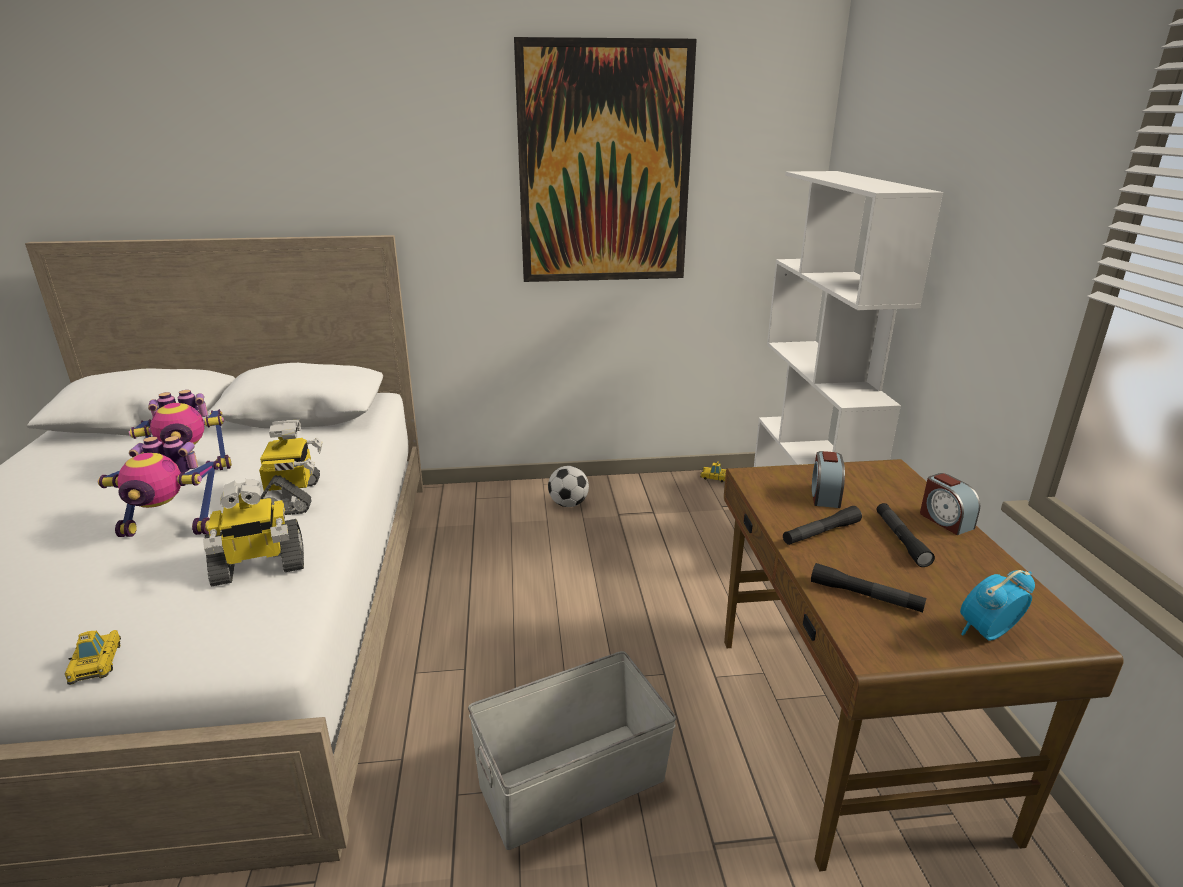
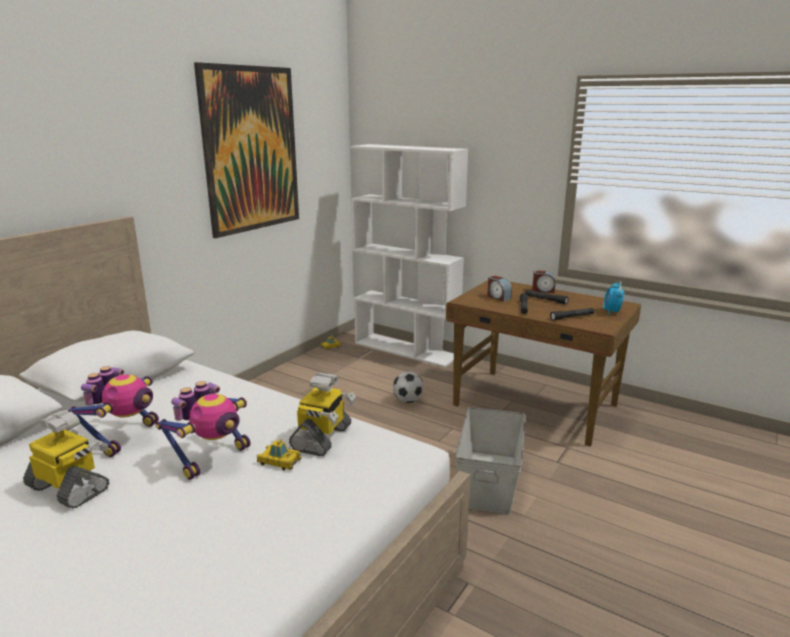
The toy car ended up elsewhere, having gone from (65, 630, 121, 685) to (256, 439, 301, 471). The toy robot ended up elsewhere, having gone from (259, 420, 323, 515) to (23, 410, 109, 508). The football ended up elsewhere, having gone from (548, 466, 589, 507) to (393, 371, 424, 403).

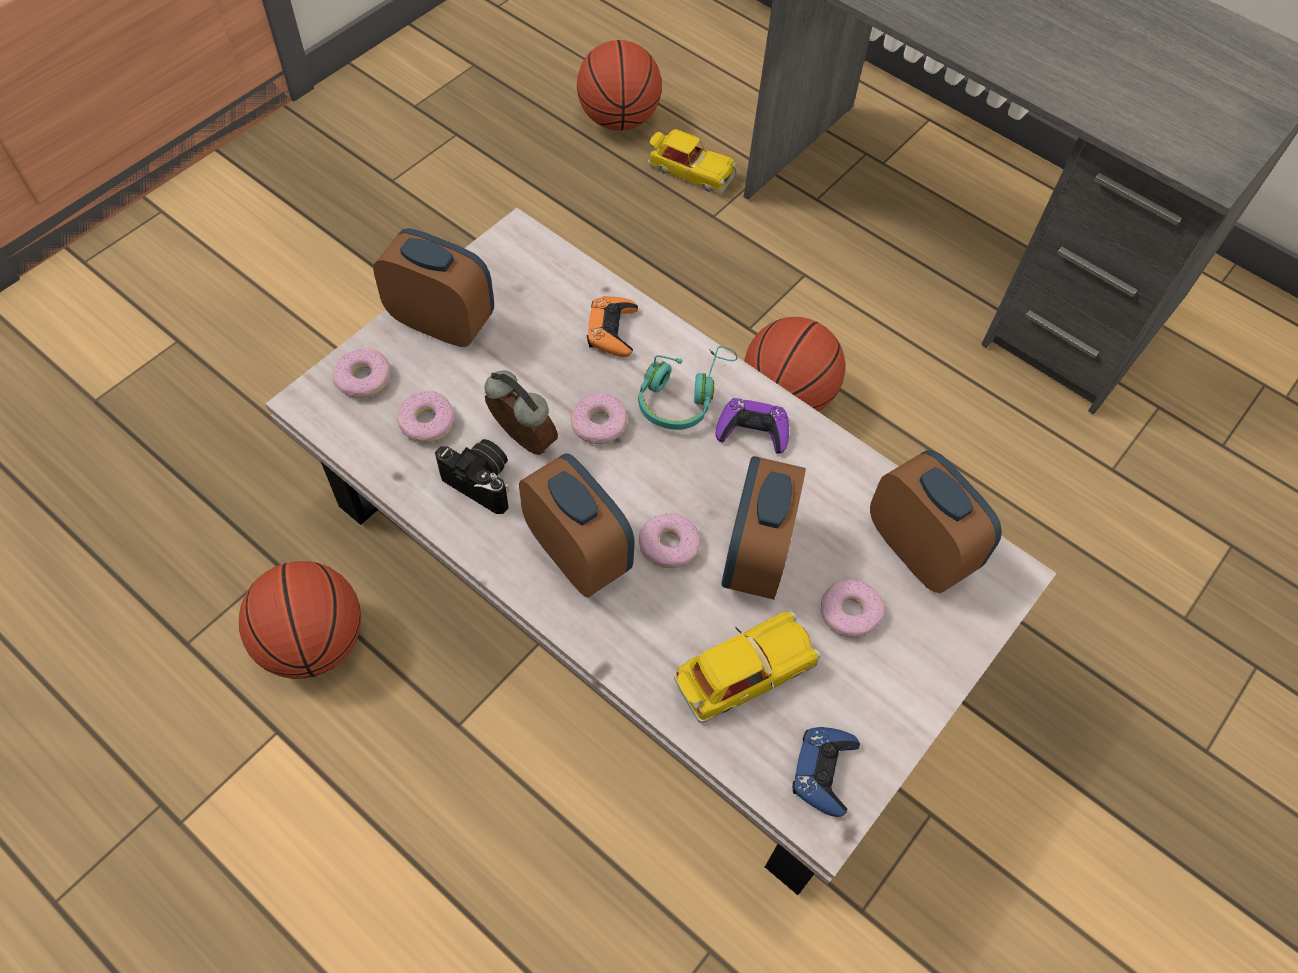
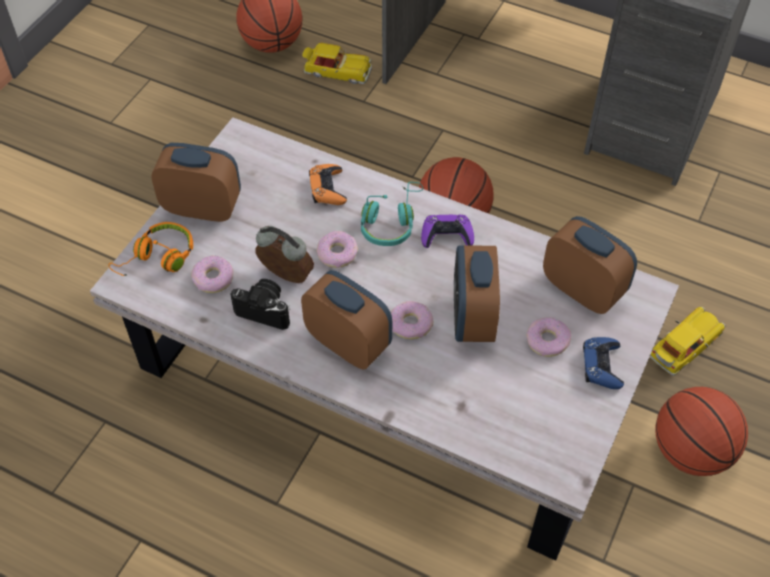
The basketball ended up elsewhere, having gone from (239, 561, 361, 679) to (656, 387, 748, 476). The toy car ended up elsewhere, having gone from (674, 611, 821, 723) to (650, 307, 726, 376). The blue game controller ended up elsewhere, having gone from (792, 727, 860, 817) to (583, 337, 624, 389). Where the donut stood at (333, 349, 391, 398), the orange headphones came to stand at (108, 222, 193, 276).

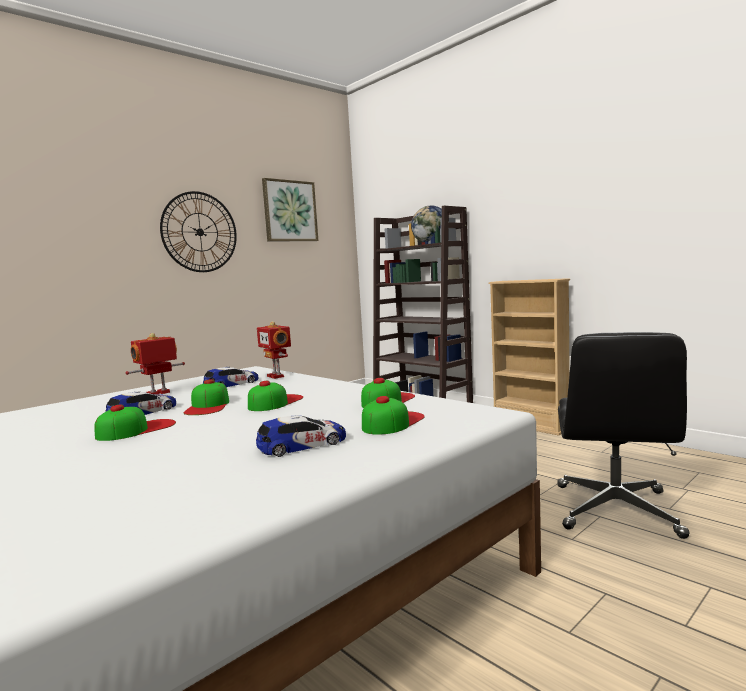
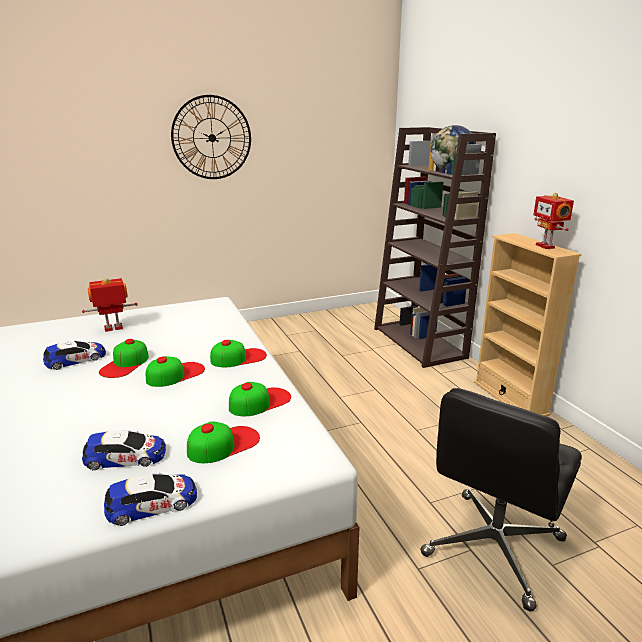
The second view lost the picture at (262, 178, 319, 241). The cap ended up elsewhere, having gone from (94, 405, 176, 441) to (210, 340, 267, 367). The toy car ended up elsewhere, having gone from (203, 366, 258, 387) to (104, 473, 197, 526). The toy robot ended up elsewhere, having gone from (257, 321, 291, 379) to (533, 193, 574, 249).

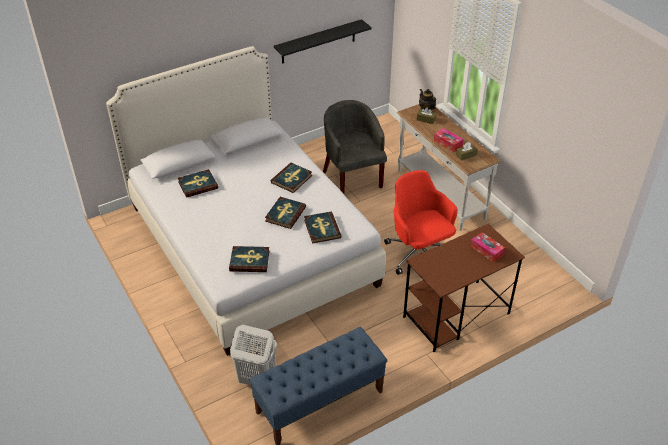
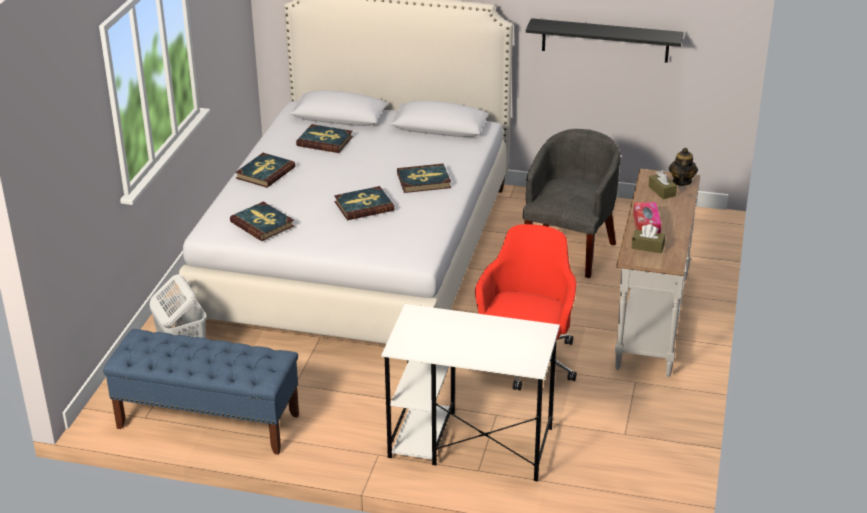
The second view lost the tissue box at (470, 232, 505, 262). The book ended up elsewhere, having gone from (304, 212, 342, 244) to (235, 153, 295, 188). What was the brown desk at (403, 224, 525, 352) turned into the white desk at (382, 304, 560, 482).

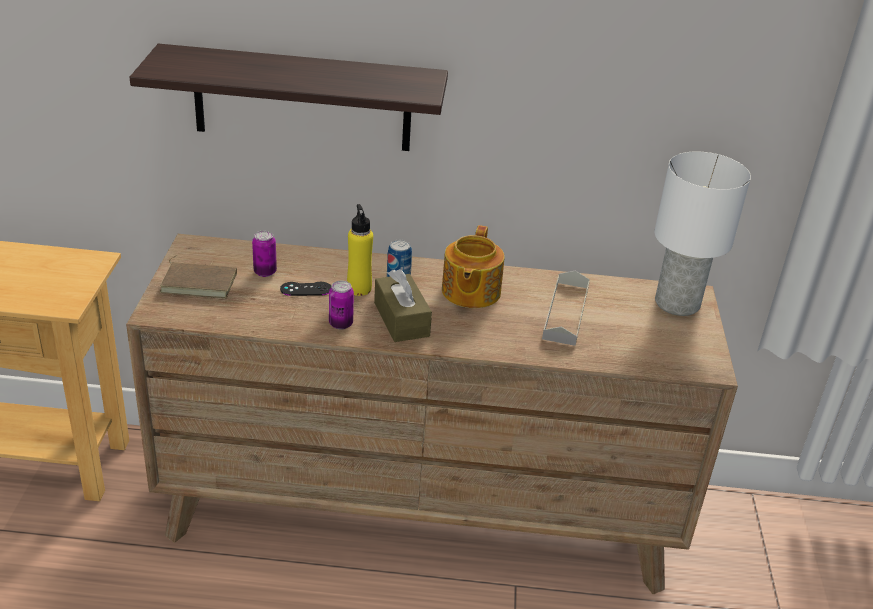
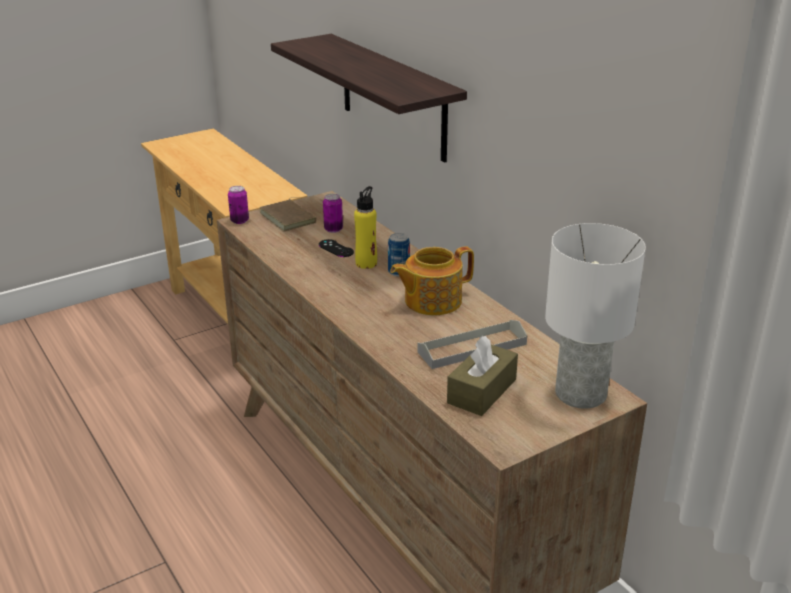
The can ended up elsewhere, having gone from (329, 281, 354, 330) to (228, 186, 249, 224). The brown tissue box ended up elsewhere, having gone from (374, 269, 432, 342) to (447, 336, 518, 416).

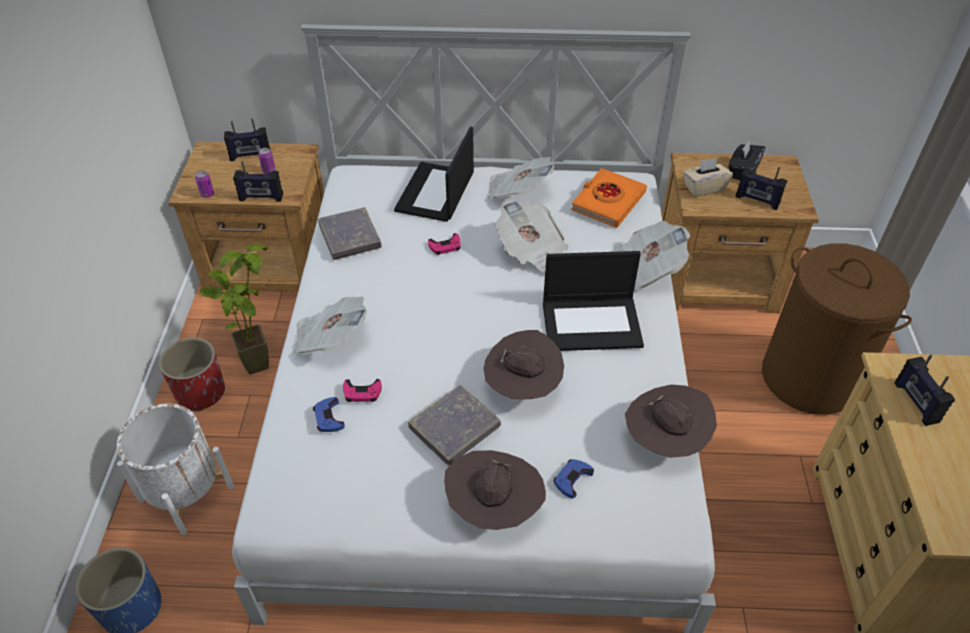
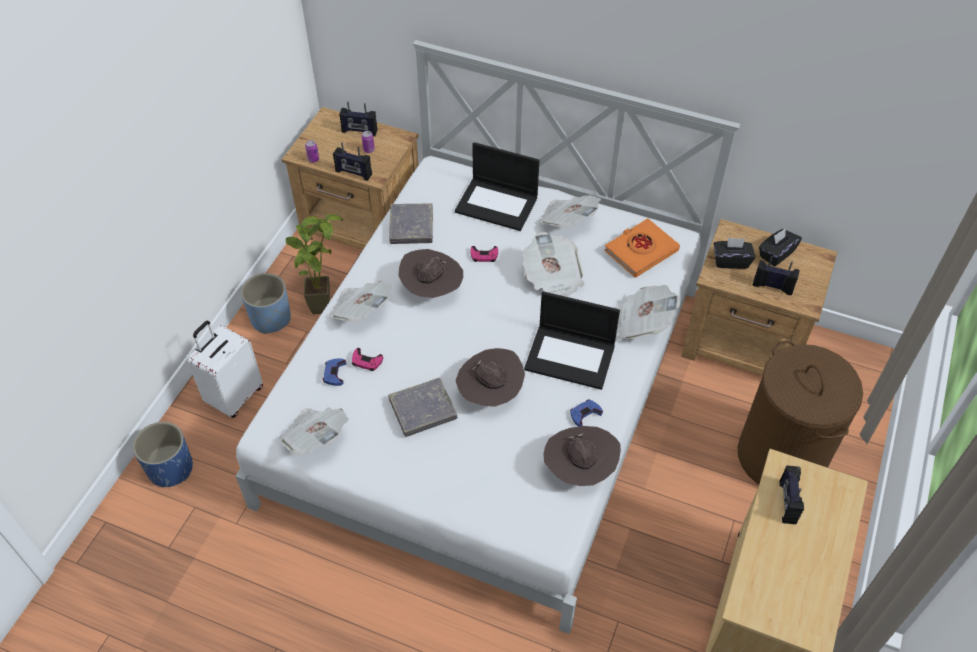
The second view gained the newspaper at (279, 408, 349, 455). The brown hat ended up elsewhere, having gone from (444, 450, 546, 530) to (398, 249, 463, 298). The blue game controller ended up elsewhere, having gone from (554, 459, 594, 499) to (570, 400, 603, 426). Where the white planter stood at (117, 404, 234, 535), the white suitcase came to stand at (187, 320, 263, 418). What was the red planter at (159, 338, 225, 412) turned into the blue planter at (241, 273, 291, 334). What was the beige tissue box at (683, 158, 733, 197) turned into the black tissue box at (713, 237, 756, 269). The laptop at (394, 127, 474, 222) ended up facing another way, 105 degrees counterclockwise from before. The radio at (735, 161, 788, 210) ended up facing another way, 150 degrees clockwise from before.

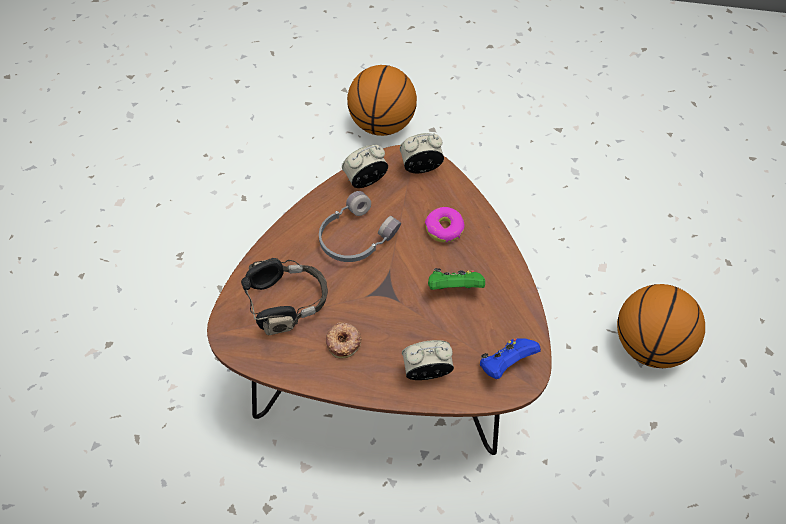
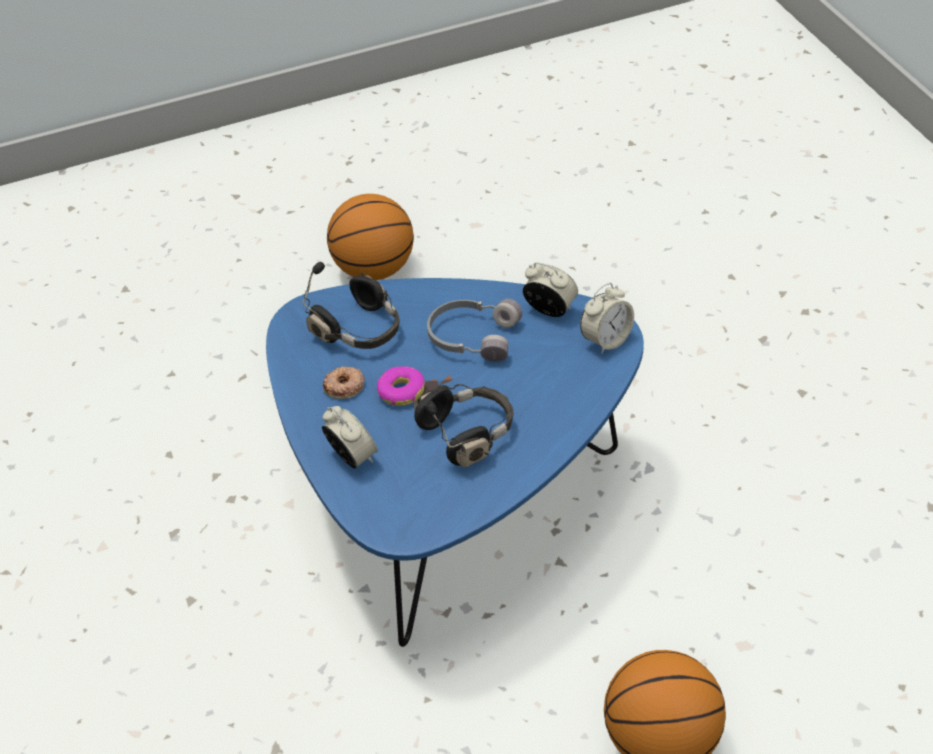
The second view lost the blue game controller at (480, 338, 541, 379). The basketball ended up elsewhere, having gone from (347, 65, 417, 136) to (327, 194, 414, 280). The donut ended up elsewhere, having gone from (425, 207, 465, 243) to (377, 366, 425, 406). Where the green game controller stood at (428, 268, 485, 290), the black headphones came to stand at (414, 384, 514, 468). What was the brown coffee table at (207, 145, 552, 455) turned into the blue coffee table at (266, 278, 644, 647). The alarm clock at (400, 133, 444, 173) ended up facing another way, 90 degrees clockwise from before.

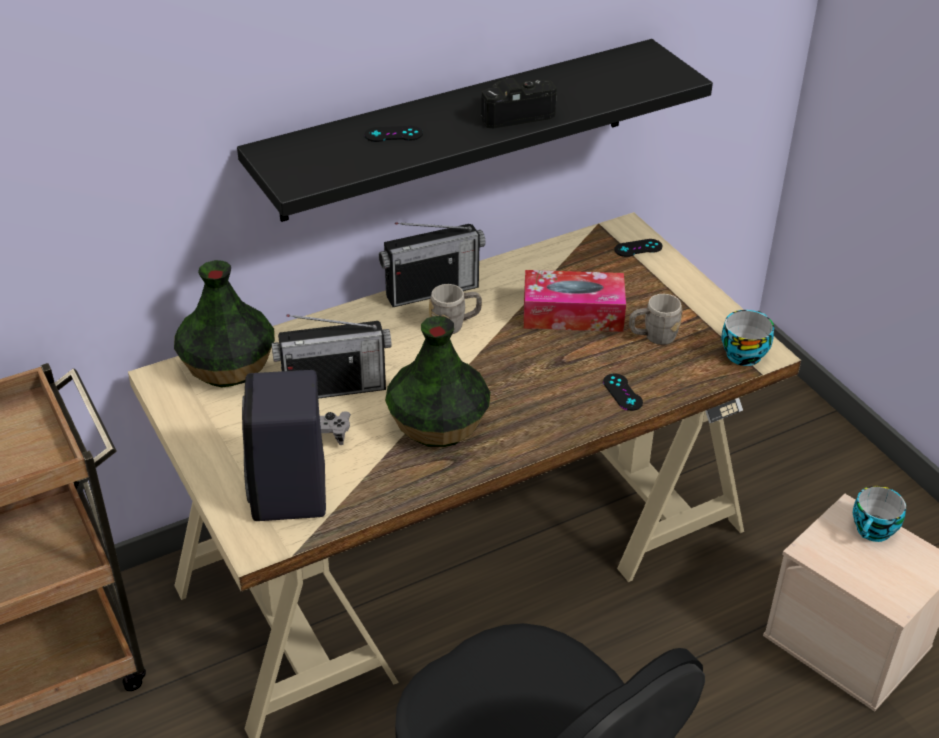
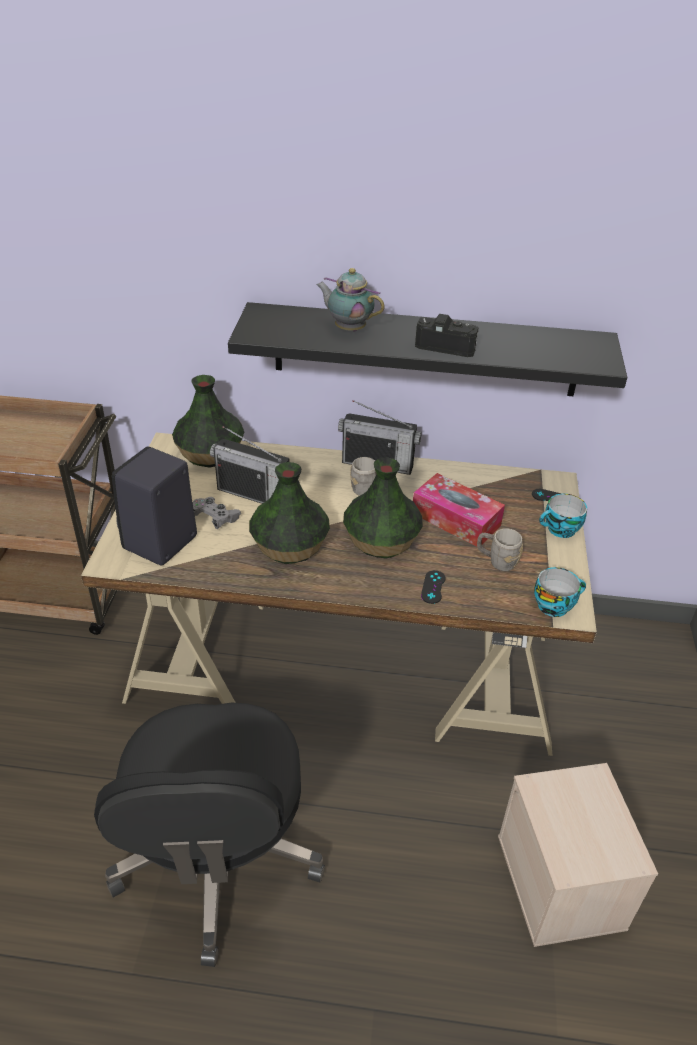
The second view gained the vase at (343, 457, 423, 559). The cup ended up elsewhere, having gone from (853, 486, 906, 542) to (539, 494, 587, 538). Where the black game controller stood at (364, 126, 423, 142), the teapot came to stand at (316, 268, 385, 332).

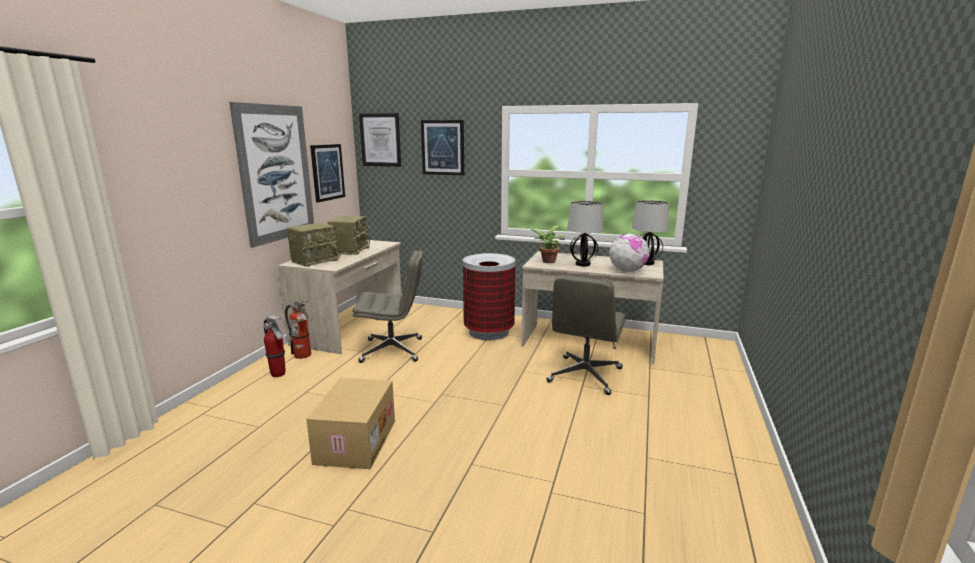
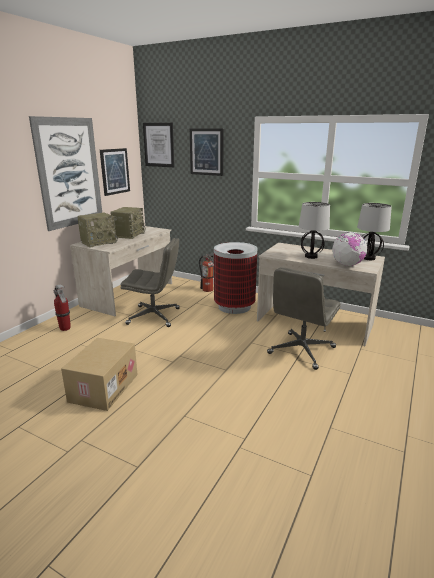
The second view lost the potted plant at (531, 226, 565, 263). The fire extinguisher ended up elsewhere, having gone from (285, 300, 311, 359) to (199, 253, 214, 292).

